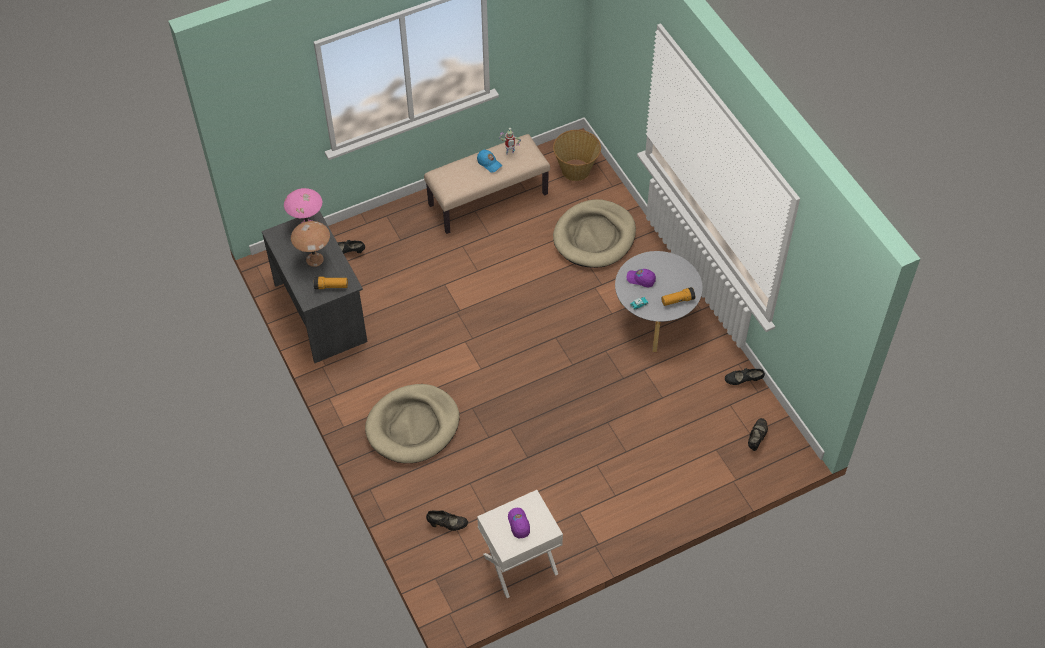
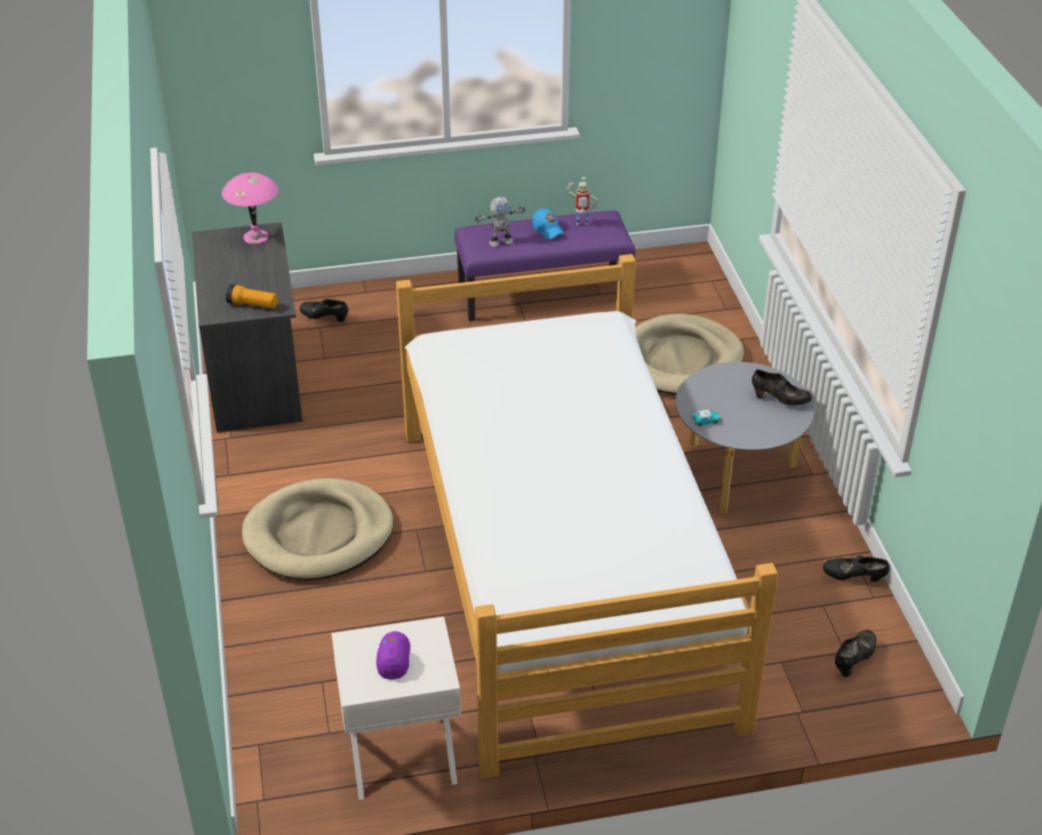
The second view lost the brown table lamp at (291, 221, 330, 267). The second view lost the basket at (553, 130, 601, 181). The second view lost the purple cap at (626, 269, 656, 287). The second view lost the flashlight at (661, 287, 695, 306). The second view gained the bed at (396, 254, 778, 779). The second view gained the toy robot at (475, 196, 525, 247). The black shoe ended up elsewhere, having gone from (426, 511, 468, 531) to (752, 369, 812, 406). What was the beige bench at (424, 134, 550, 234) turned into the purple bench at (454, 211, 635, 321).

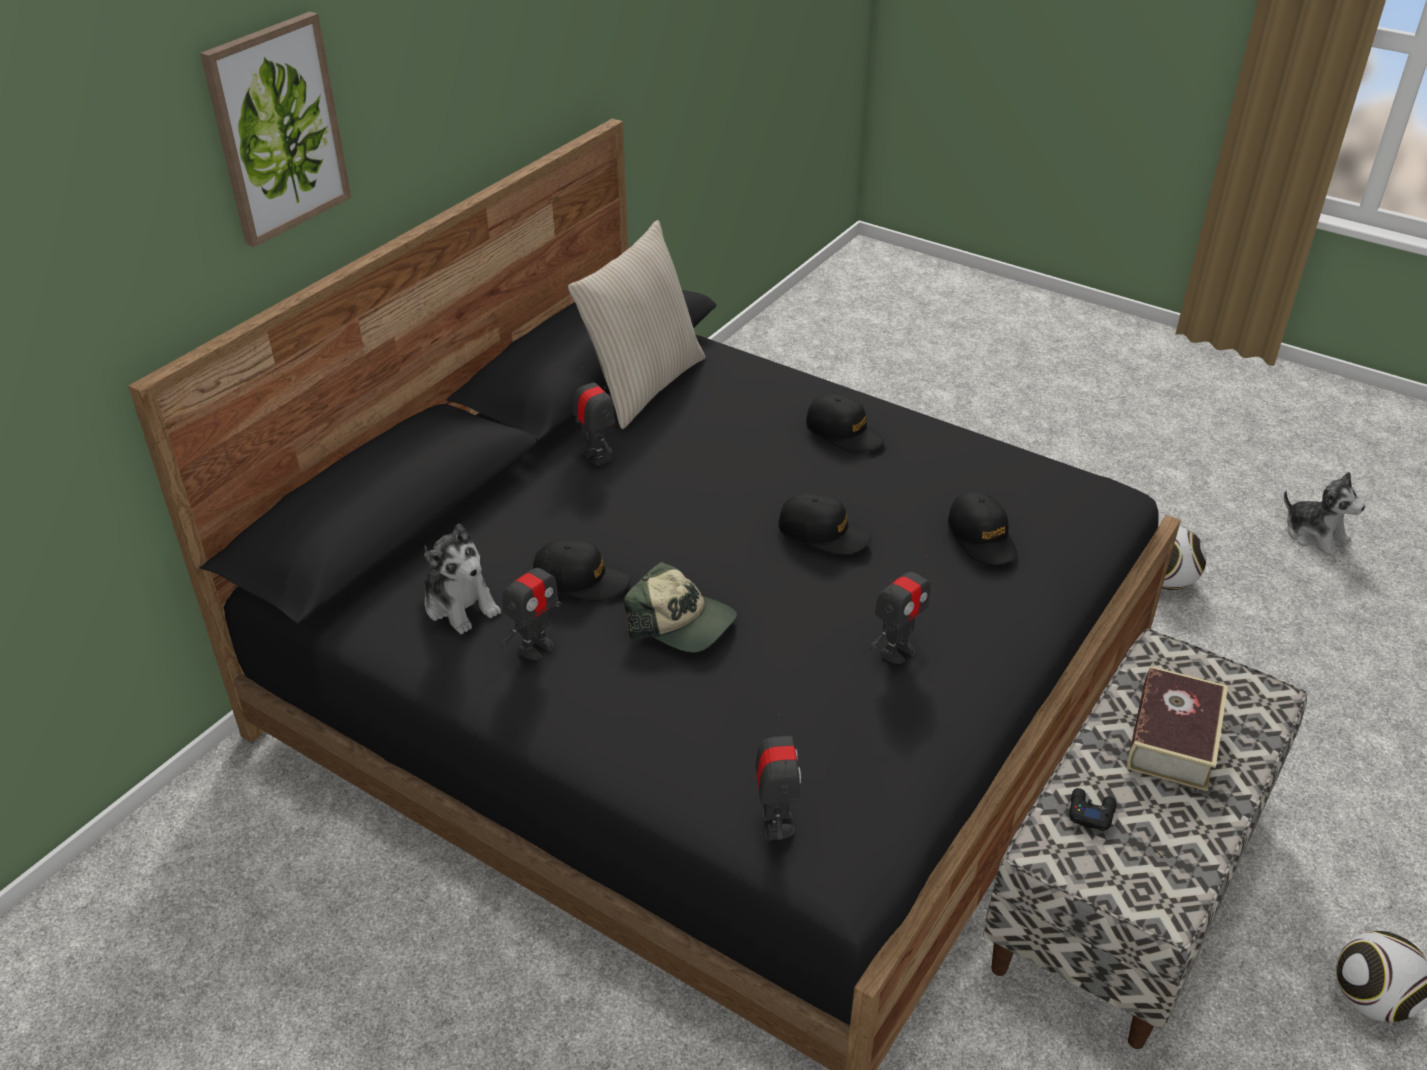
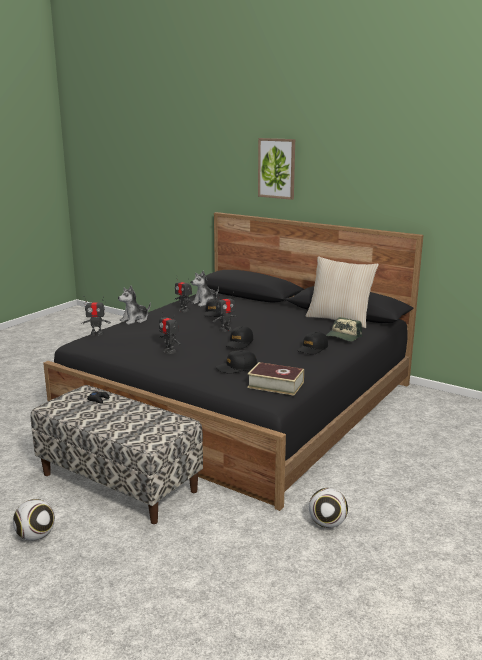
The toy robot ended up elsewhere, having gone from (573, 367, 615, 466) to (213, 292, 237, 332). The cap ended up elsewhere, having gone from (624, 561, 737, 652) to (326, 317, 362, 341). The book ended up elsewhere, having gone from (1127, 666, 1228, 791) to (248, 362, 304, 396). The plush toy ended up elsewhere, having gone from (1284, 472, 1365, 556) to (118, 286, 151, 325).

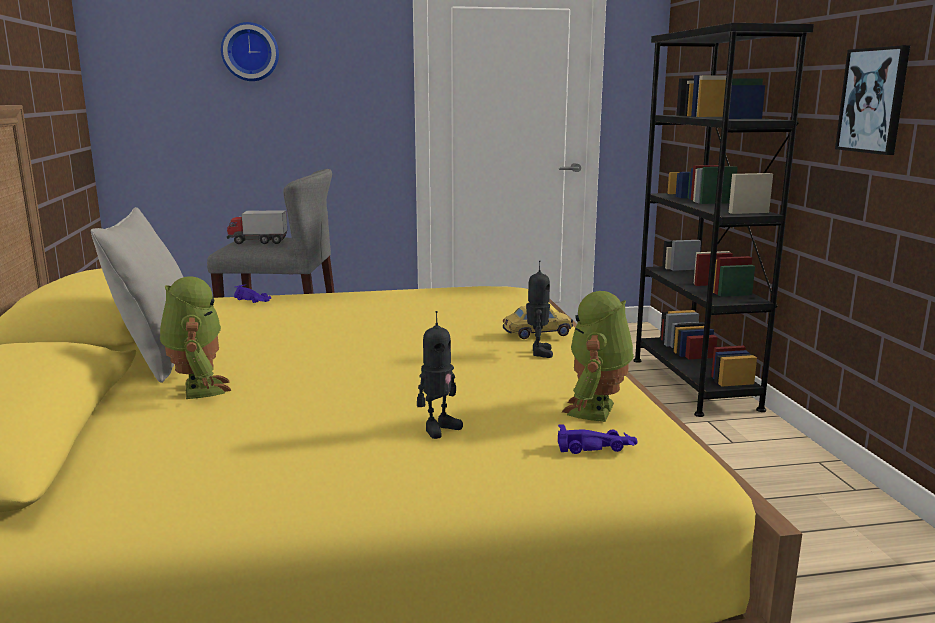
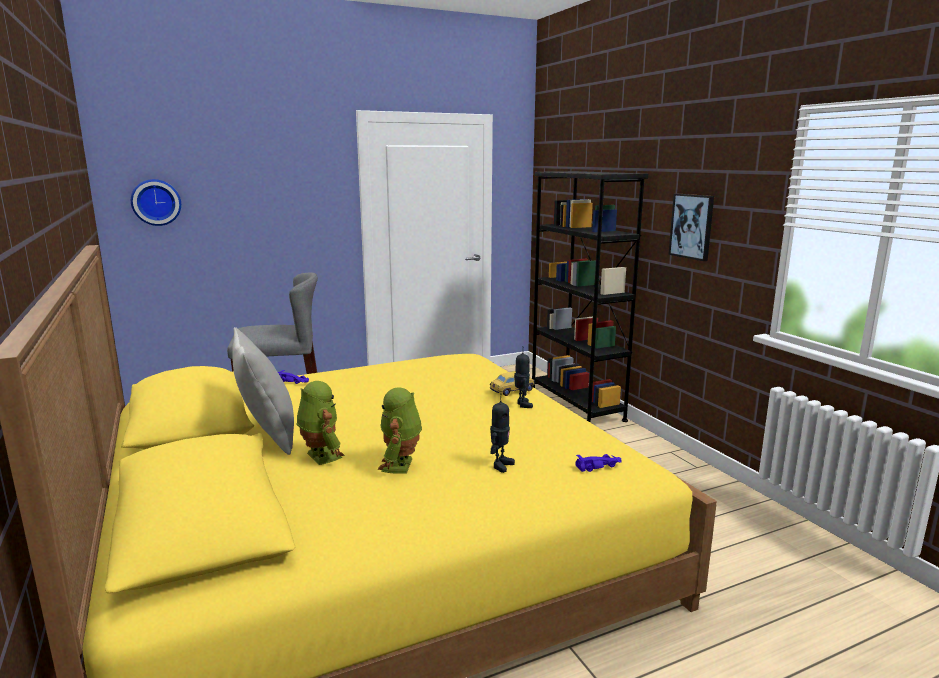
The second view lost the toy truck at (227, 210, 287, 244). The wall clock ended up elsewhere, having gone from (221, 22, 279, 81) to (131, 179, 181, 226). The toy robot ended up elsewhere, having gone from (562, 291, 634, 422) to (378, 387, 422, 474).

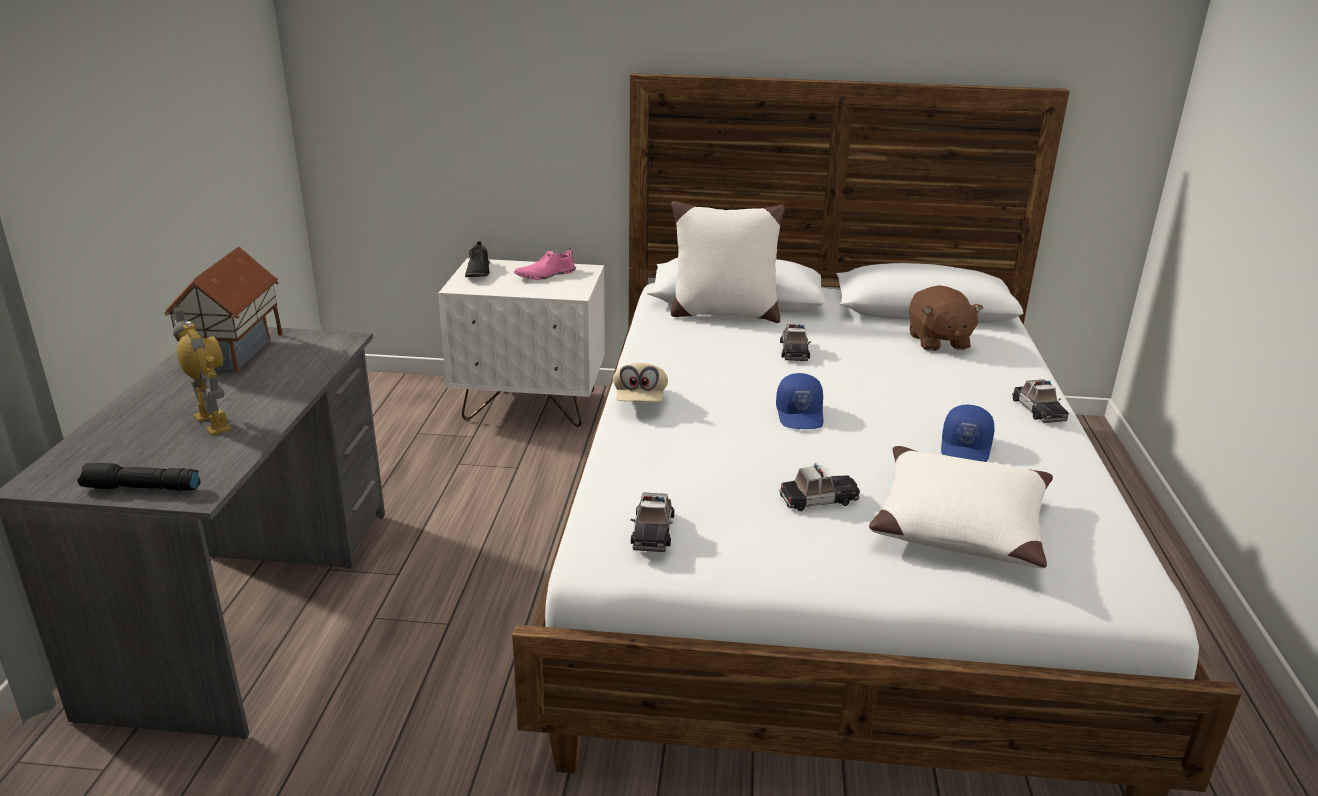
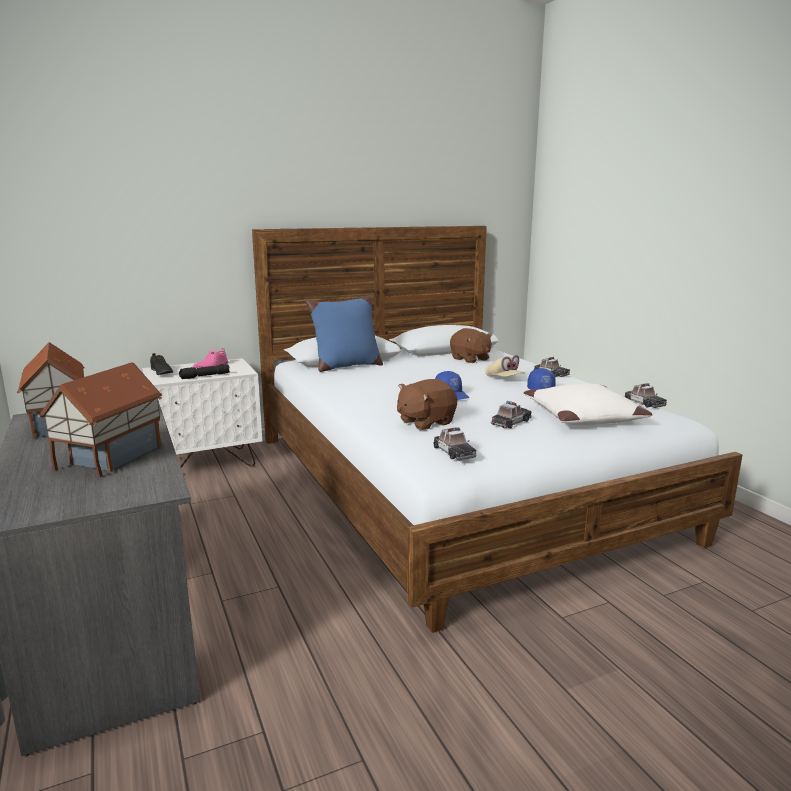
The second view gained the brown plush toy at (397, 379, 457, 430). The black flashlight ended up elsewhere, having gone from (78, 463, 201, 491) to (179, 365, 230, 379). The beige cap ended up elsewhere, having gone from (613, 363, 668, 402) to (485, 355, 525, 377). The toy car ended up elsewhere, having gone from (780, 324, 811, 361) to (624, 383, 667, 408). Where the toy robot stood at (173, 305, 231, 436), the toy house came to stand at (38, 362, 163, 477). What was the white pillow at (671, 201, 785, 323) turned into the blue pillow at (306, 295, 383, 372).

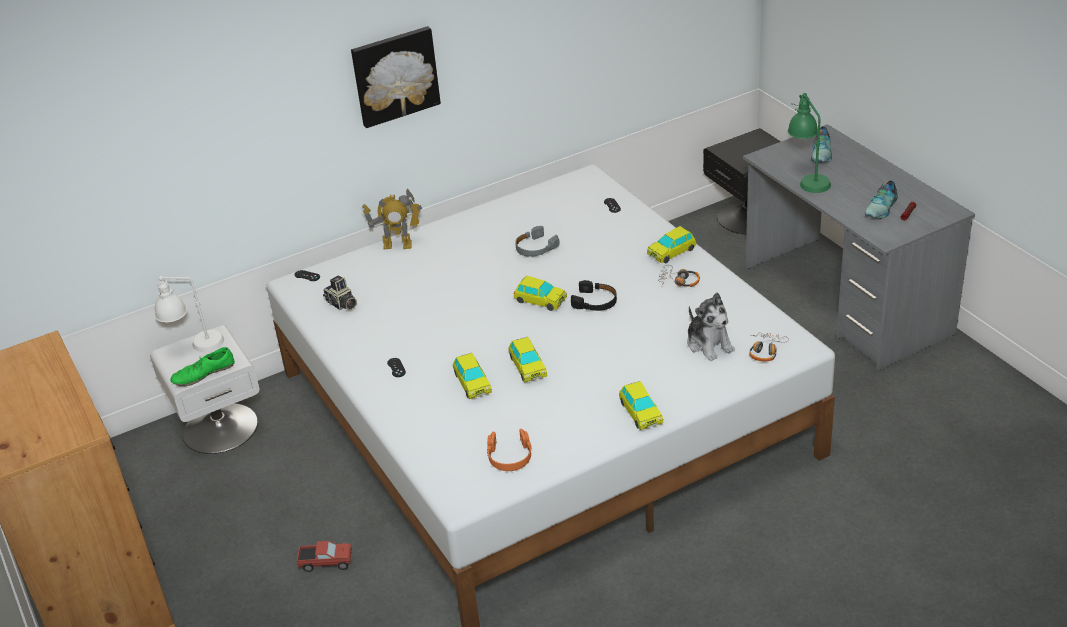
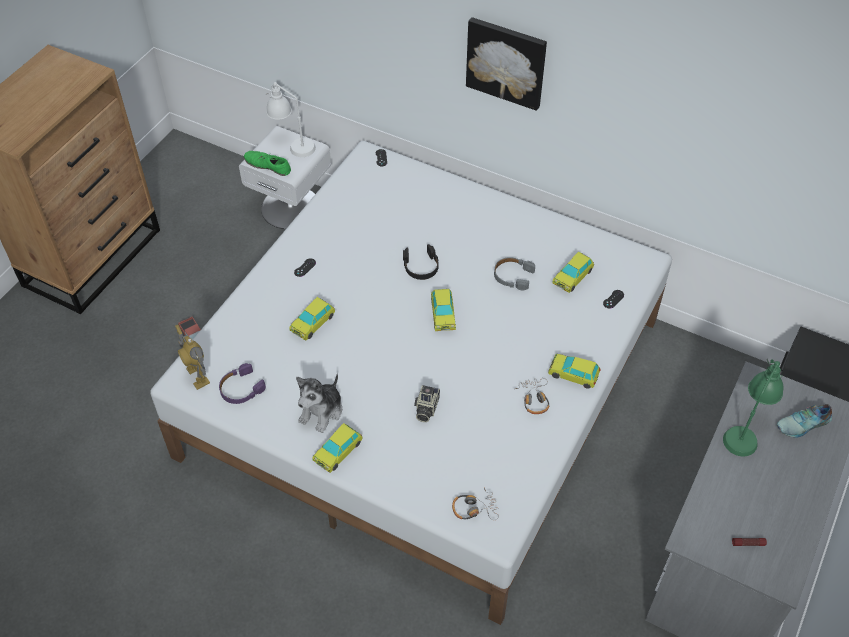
The second view lost the shoe at (865, 181, 898, 219). The photo camera ended up elsewhere, having gone from (323, 275, 357, 310) to (414, 385, 440, 422). The toy robot ended up elsewhere, having gone from (362, 188, 422, 249) to (175, 324, 210, 390). The toy car ended up elsewhere, having gone from (508, 337, 547, 382) to (552, 252, 594, 293). The black headphones ended up elsewhere, having gone from (571, 280, 617, 311) to (403, 244, 439, 280). The plush toy ended up elsewhere, having gone from (687, 293, 735, 361) to (296, 374, 342, 433). What was the orange headphones at (487, 429, 532, 471) turned into the purple headphones at (219, 363, 266, 404).

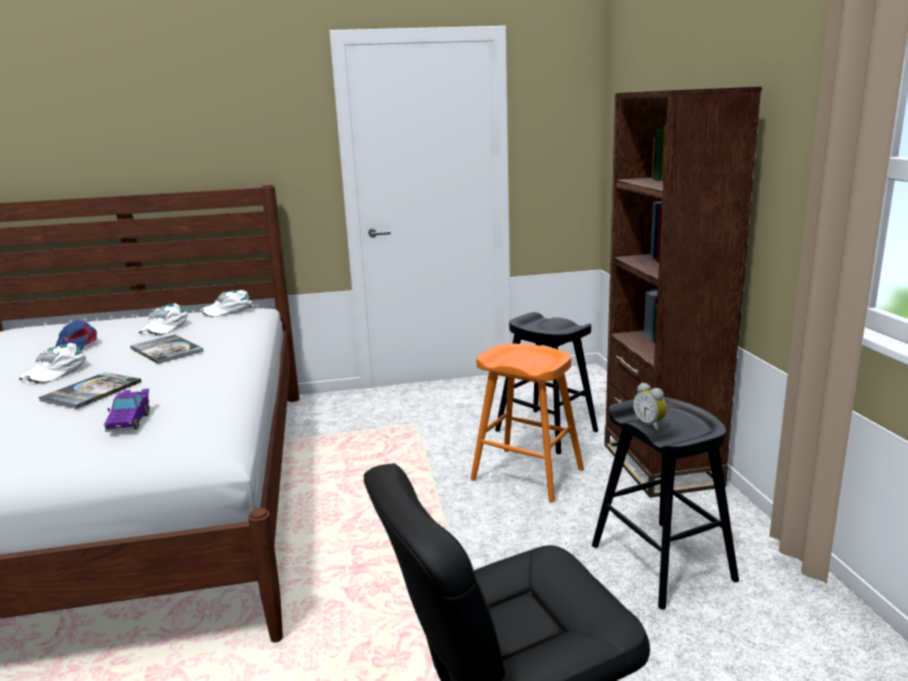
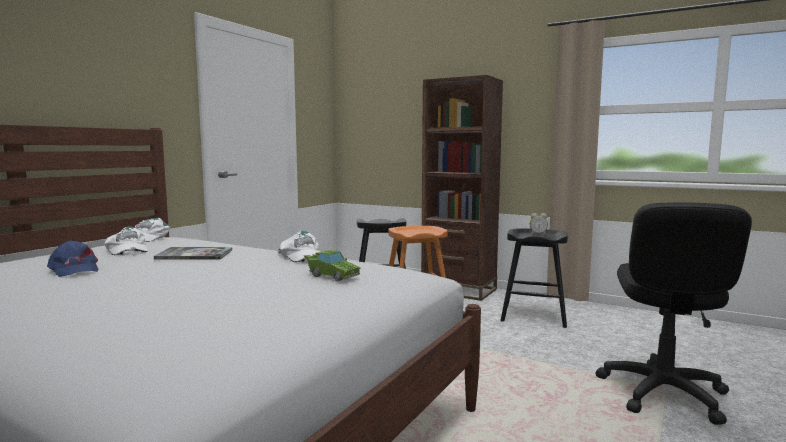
The second view lost the book at (38, 372, 141, 409). The white cap ended up elsewhere, having gone from (19, 343, 86, 385) to (277, 231, 320, 263). What was the purple toy car at (103, 389, 150, 432) turned into the green toy car at (304, 250, 361, 281).

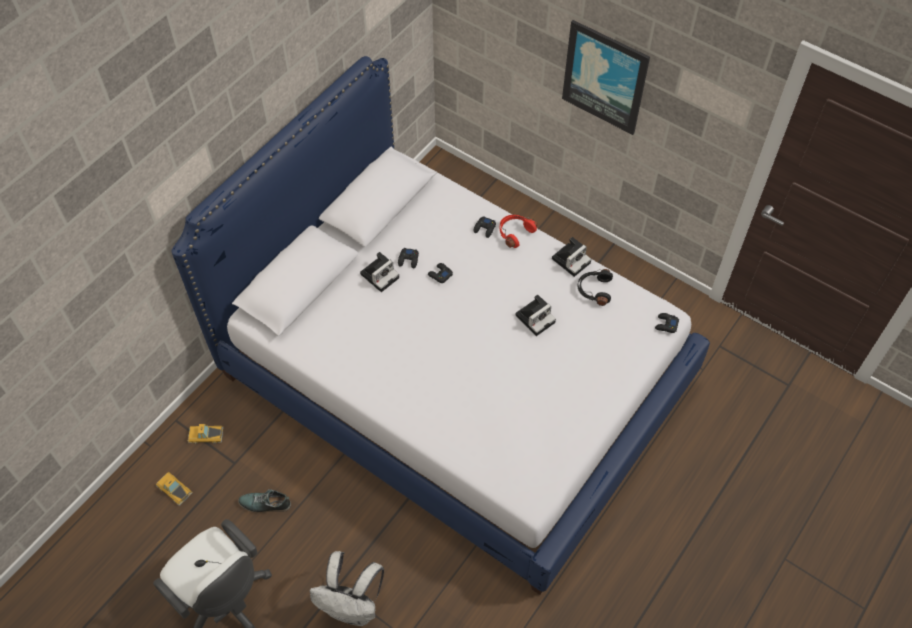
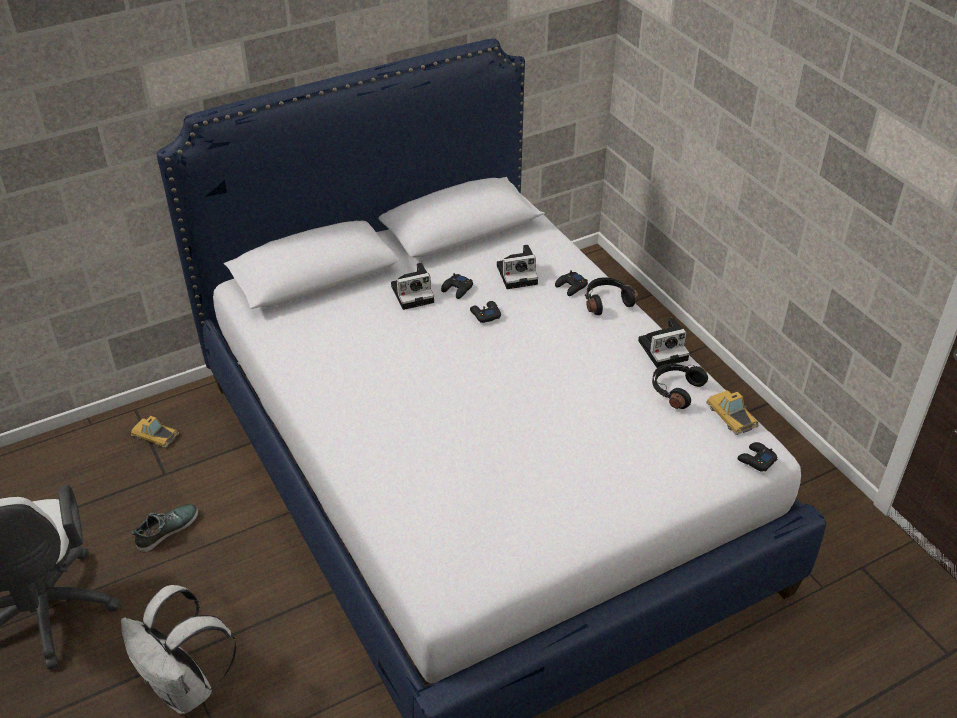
The second view lost the picture at (562, 20, 650, 135). The toy car ended up elsewhere, having gone from (156, 472, 193, 506) to (706, 390, 759, 435). The photo camera ended up elsewhere, having gone from (516, 295, 556, 336) to (497, 245, 538, 289). What was the red headphones at (500, 215, 537, 248) turned into the black headphones at (585, 277, 639, 315). The shoe at (238, 489, 291, 513) ended up facing another way, 105 degrees clockwise from before.

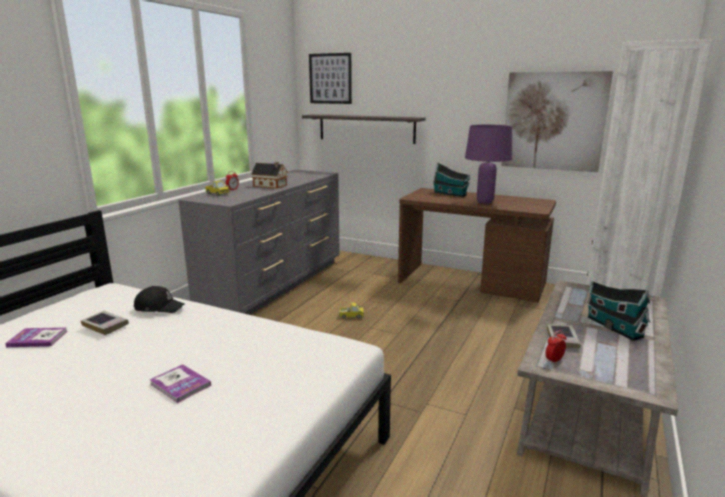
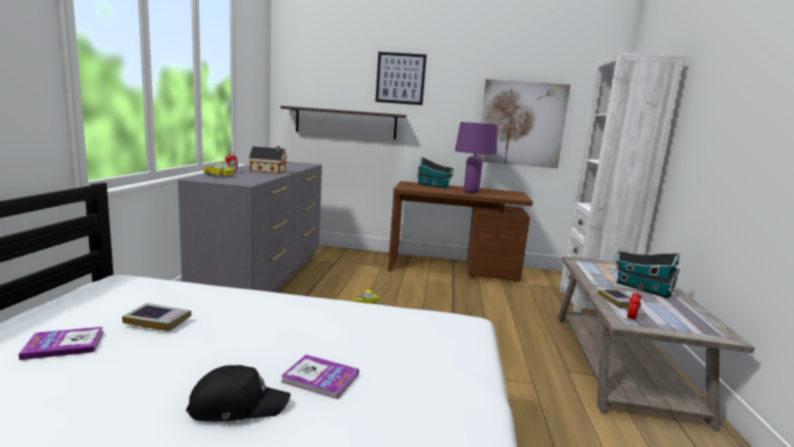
The black cap ended up elsewhere, having gone from (134, 286, 185, 313) to (186, 365, 291, 422). The picture ended up elsewhere, having gone from (309, 53, 352, 104) to (375, 52, 427, 105).

